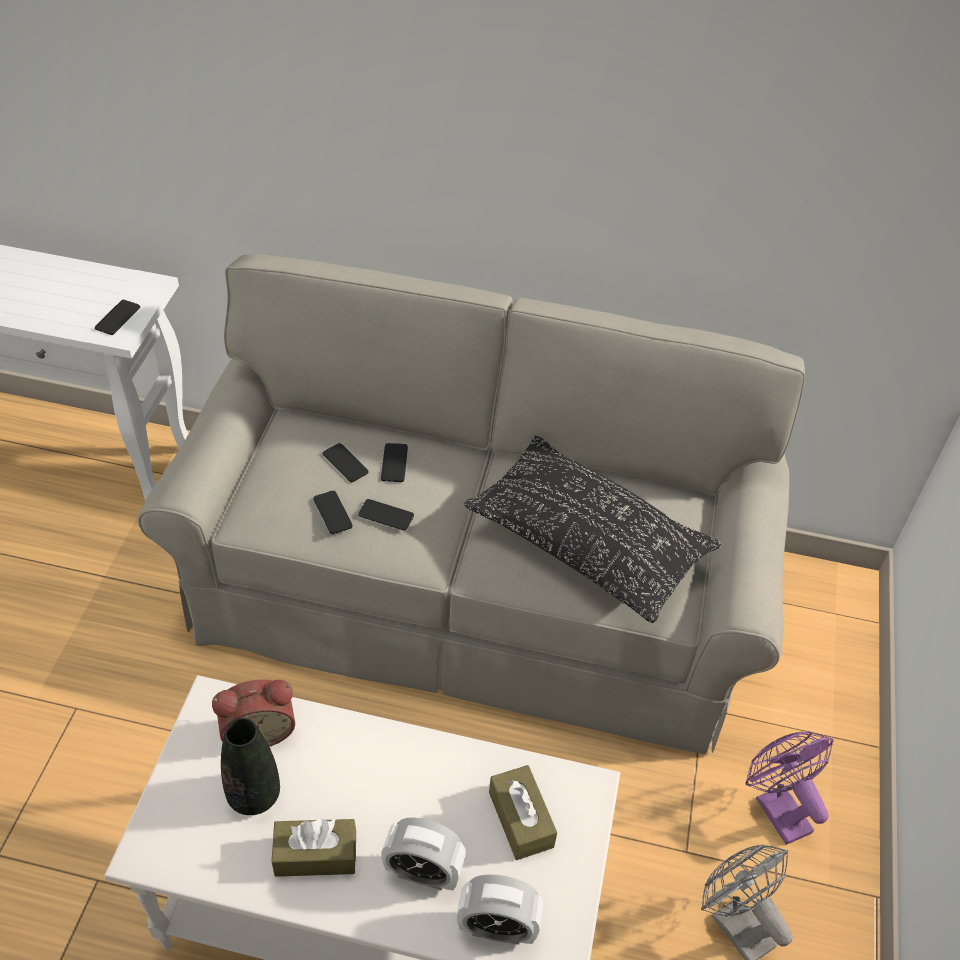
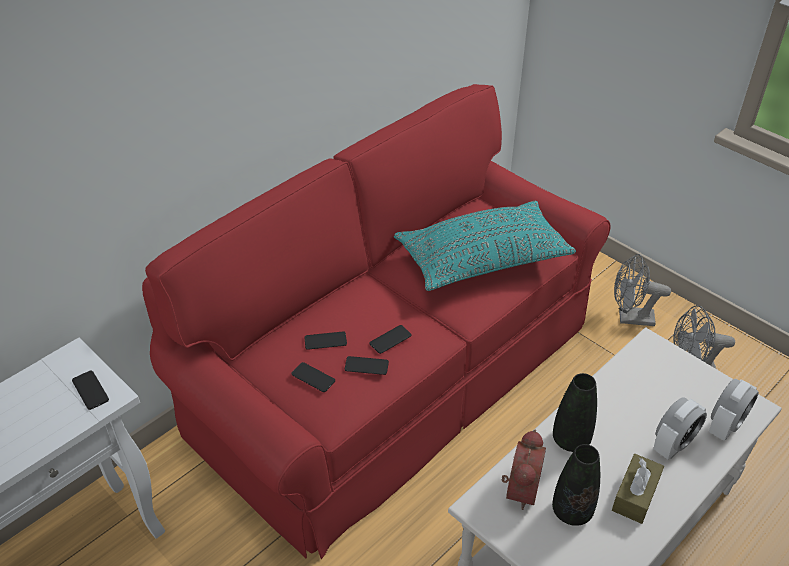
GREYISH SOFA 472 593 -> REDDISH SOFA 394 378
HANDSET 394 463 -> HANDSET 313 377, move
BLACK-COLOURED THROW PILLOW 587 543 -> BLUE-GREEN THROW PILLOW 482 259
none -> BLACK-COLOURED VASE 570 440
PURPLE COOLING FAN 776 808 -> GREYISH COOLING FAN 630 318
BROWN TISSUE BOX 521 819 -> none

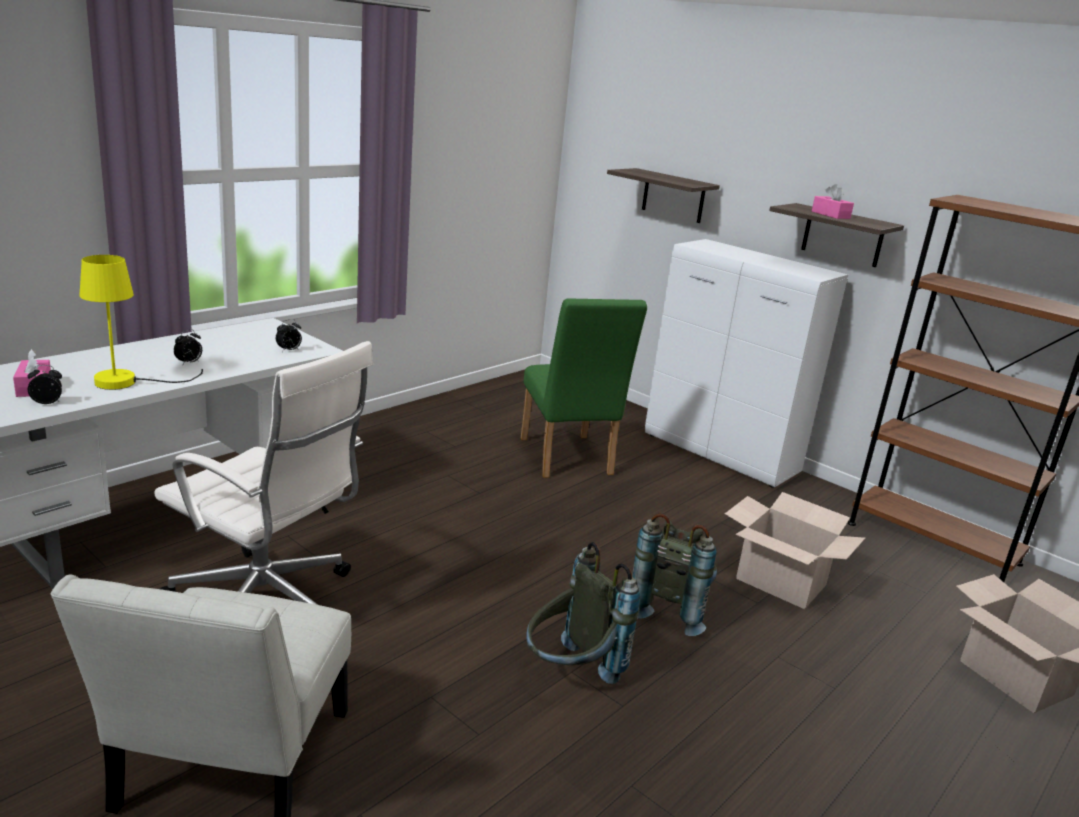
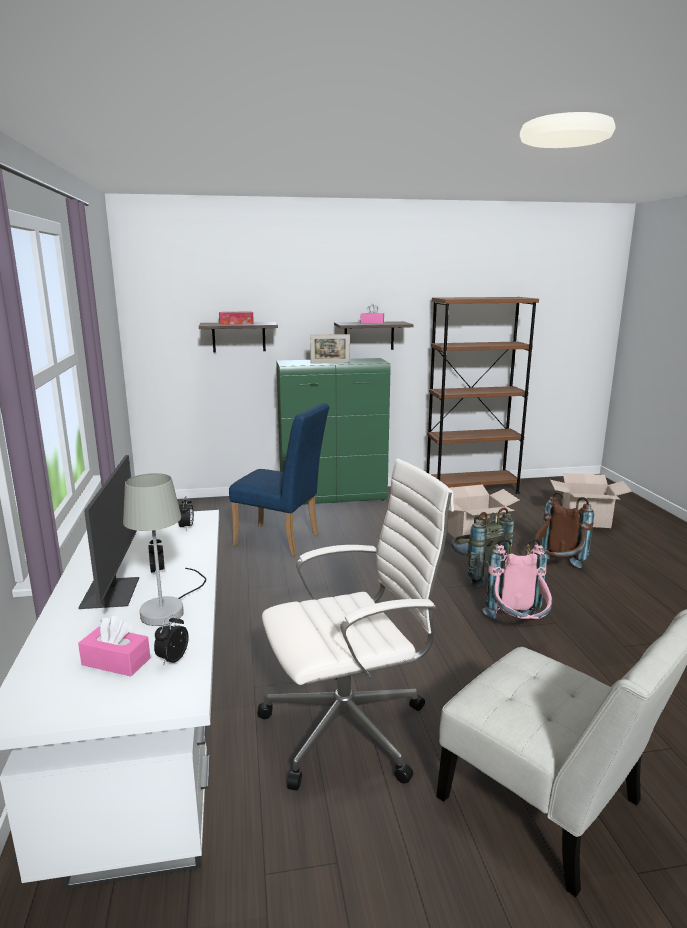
none -> COMPUTER SCREEN 112 592
YELLOW TABLE LAMP 128 382 -> GREYISH TABLE LAMP 169 607
none -> TISSUE BOX 236 323
GREENISH UPRIGHT CHAIR 567 460 -> BLUISH UPRIGHT CHAIR 282 541
WHITE-COLOURED CUPBOARD 721 455 -> GREENISH CUPBOARD 334 498
none -> PHOTO FRAME 330 363
GREYISH RUCKSACK 570 674 -> PINKISH RUCKSACK 517 628
none -> BROWN RUCKSACK 557 568

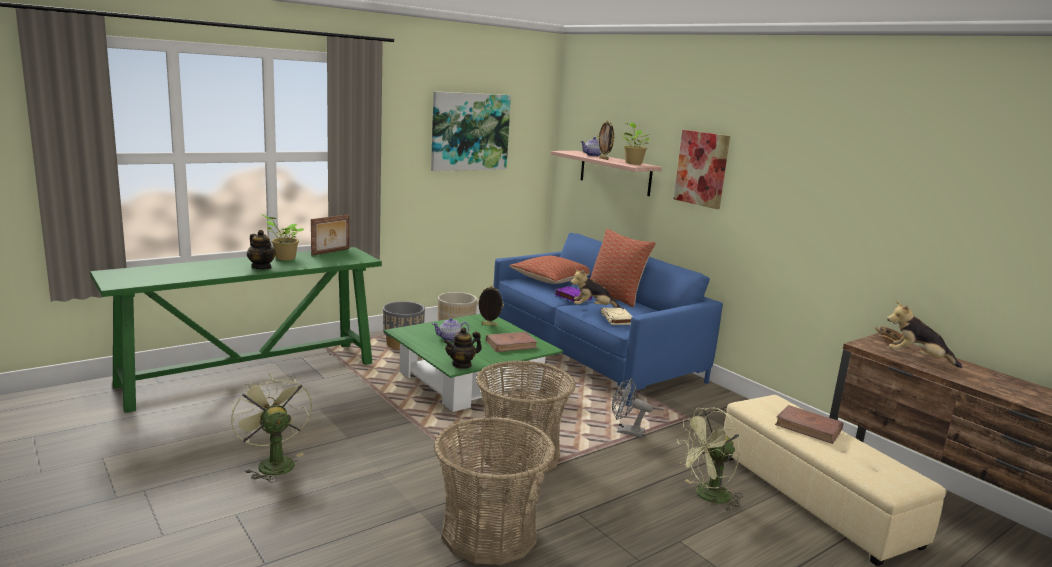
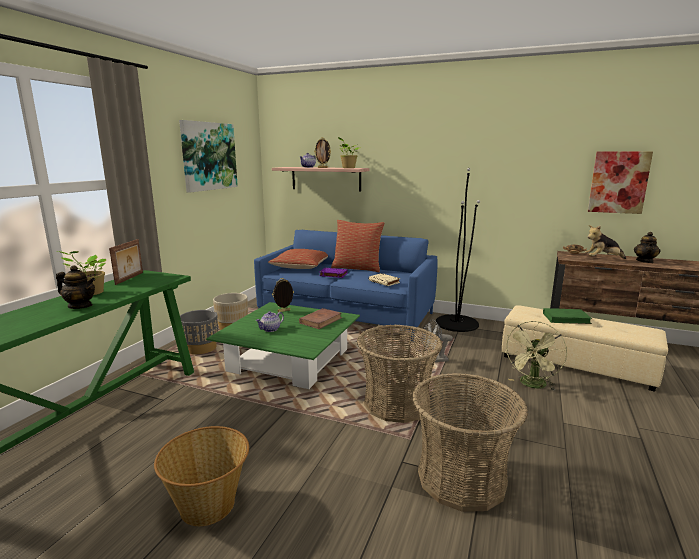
GREENISH COOLING FAN 272 463 -> HOUSEHOLD BASKET 208 505
none -> BLACK-COLOURED STANDING LAMP 457 323
BROWN BOOK 809 427 -> GREENISH BOOK 566 318
WALL PICTURE 702 168 -> WALL PICTURE 618 182, move
TEA POT 462 364 -> TEA POT 645 261, move
SOFT TOY 592 308 -> none

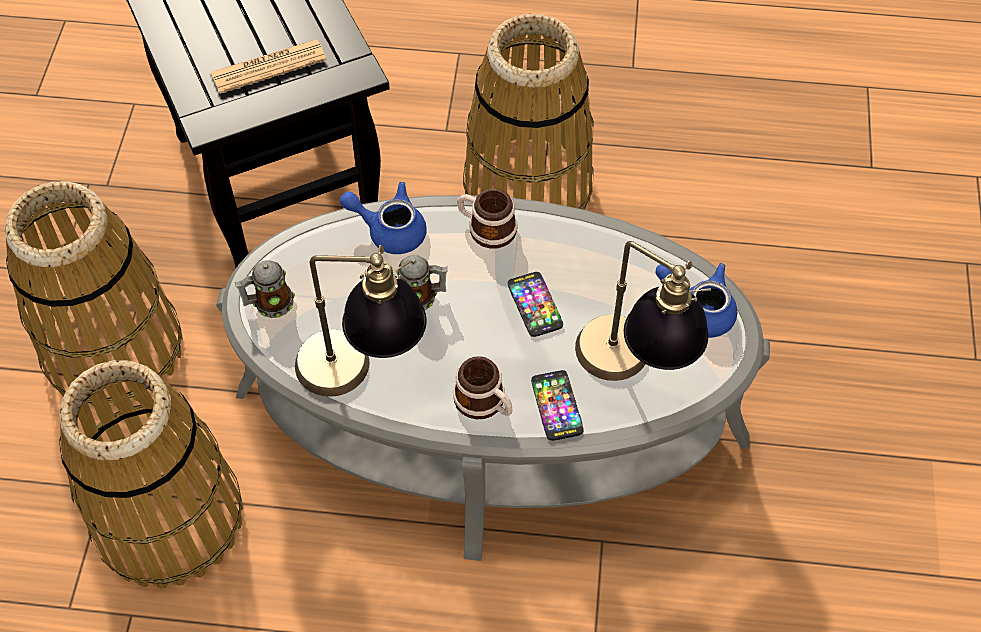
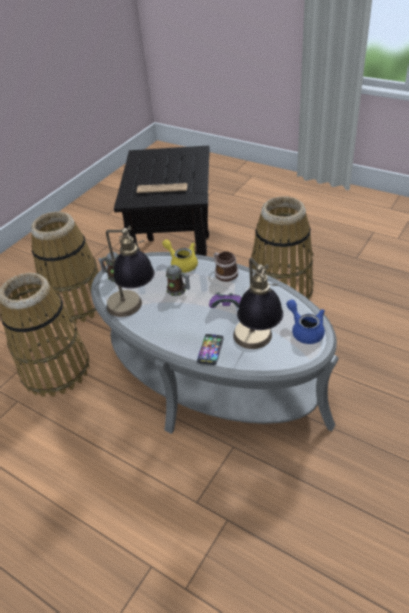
BLUISH TEA POT 389 230 -> YELLOW TEA POT 182 263
HANDSET 535 305 -> PURPLE GAMEPAD 227 307
MUG 485 403 -> none

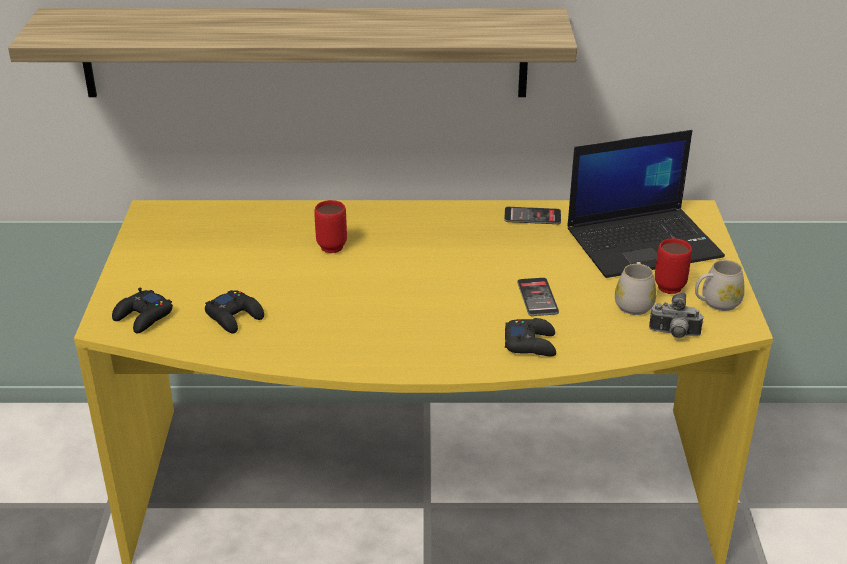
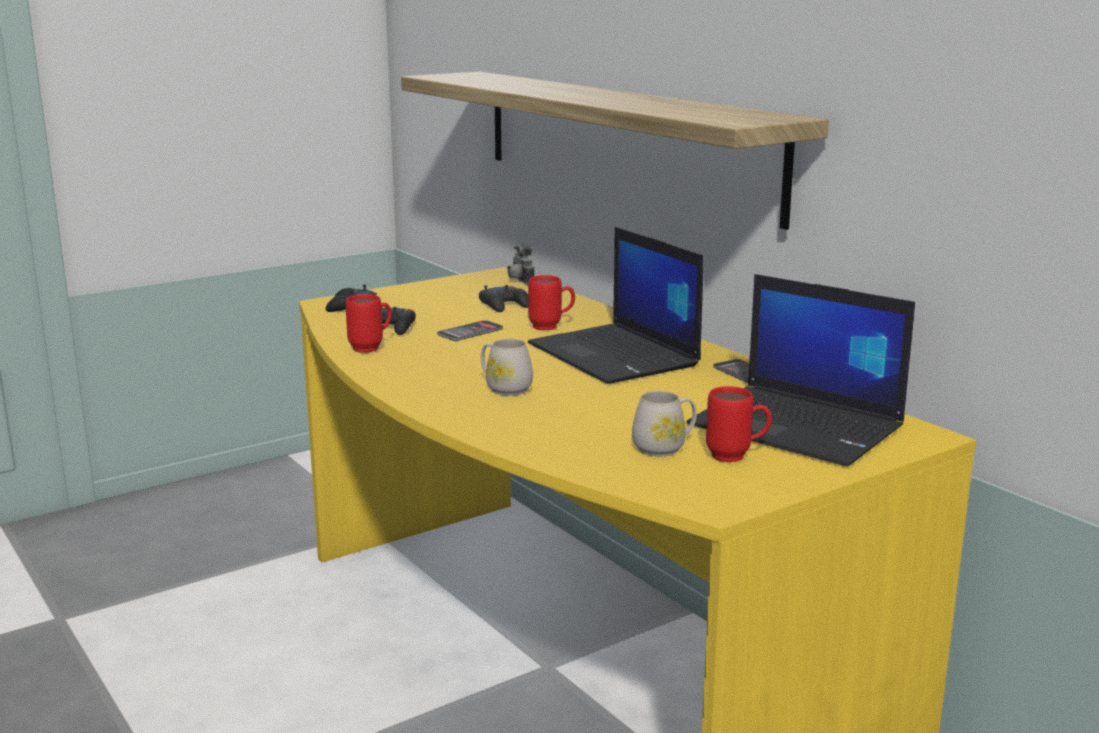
none -> REDDISH MUG 372 348
HANDSET 537 297 -> HANDSET 470 331, move
BLACK-COLOURED GAMEPAD 531 343 -> BLACK-COLOURED GAMEPAD 504 305, move
WHITE-COLOURED MUG 716 303 -> WHITE-COLOURED MUG 504 388, move
STILL CAMERA 674 334 -> STILL CAMERA 519 281, move
none -> NOTEBOOK COMPUTER 615 355

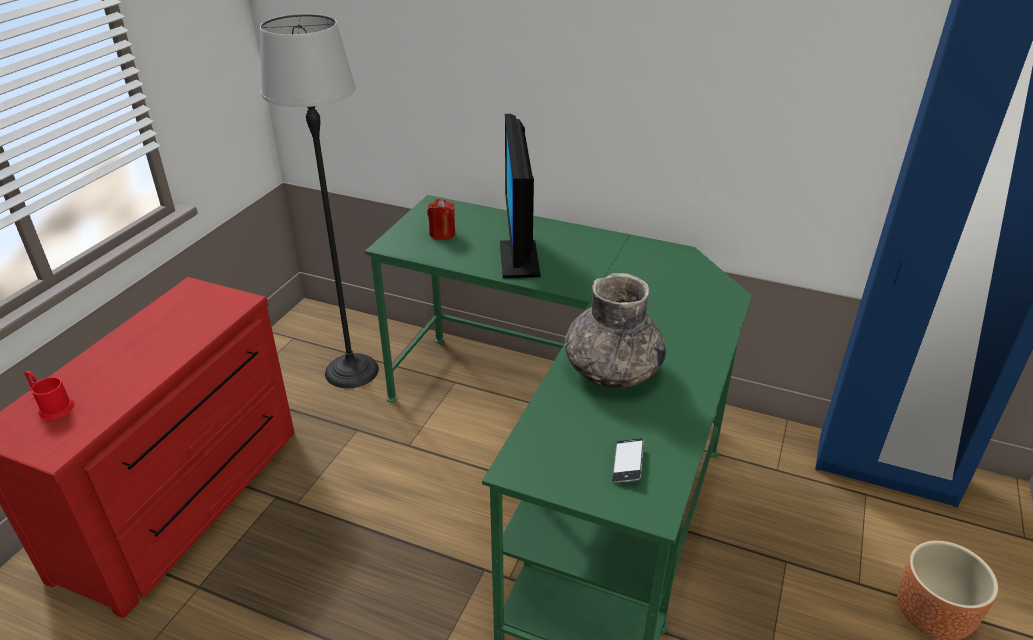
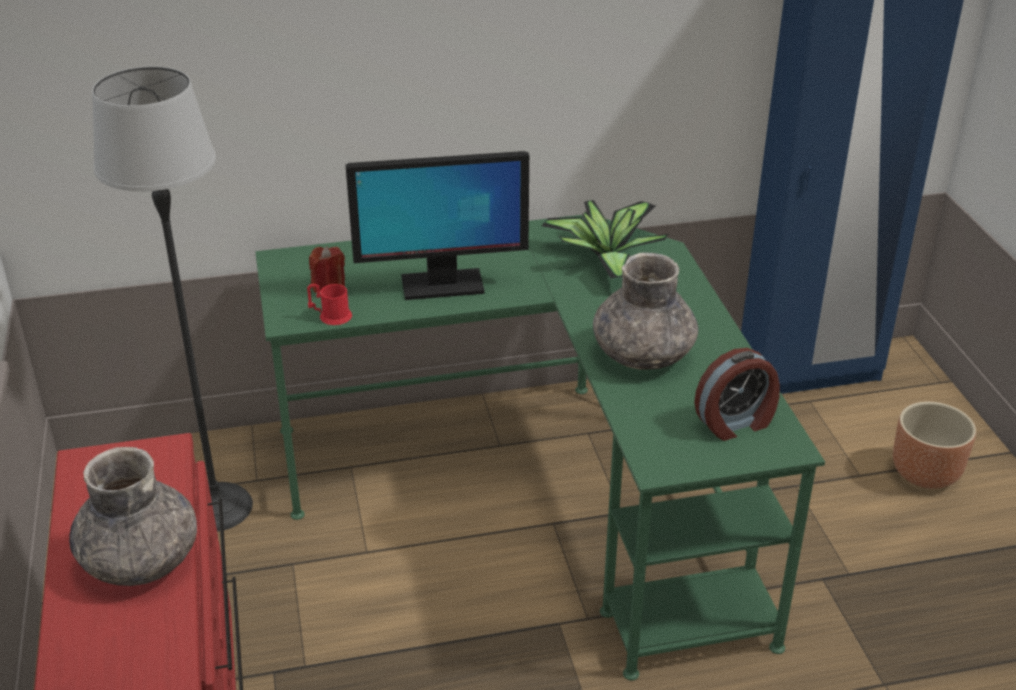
none -> GREYISH VASE 141 559
REDDISH MUG 52 407 -> REDDISH MUG 330 316, move
COMPUTER SCREEN 519 259 -> COMPUTER SCREEN 441 285, 60 degrees counterclockwise
none -> PLANT IN A POT 606 257
HANDSET 627 464 -> BEDSIDE CLOCK 735 423

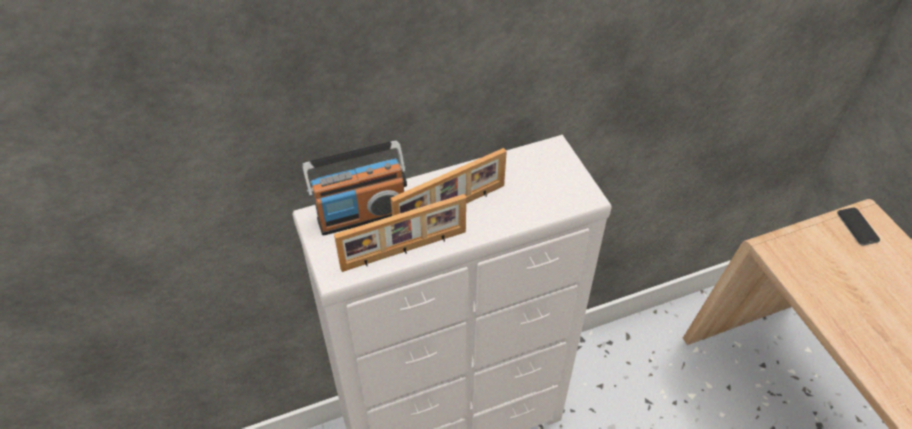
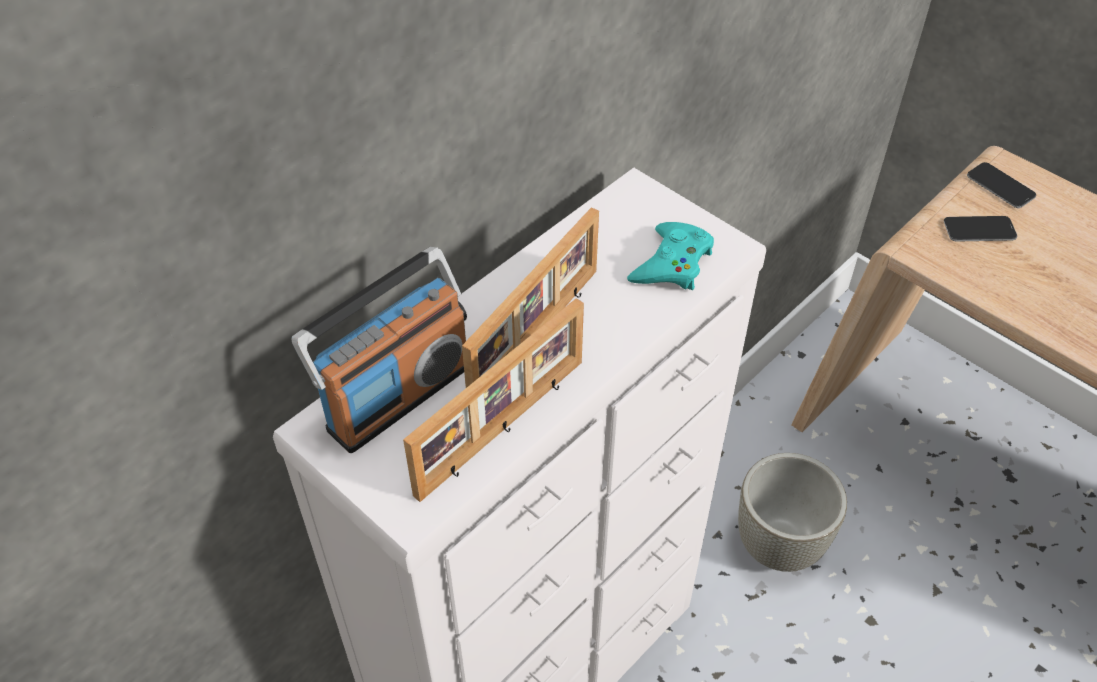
none -> BLUE-GREEN GAMEPAD 672 264
none -> GREYISH FLOWER POT 779 545
none -> HANDSET 979 230

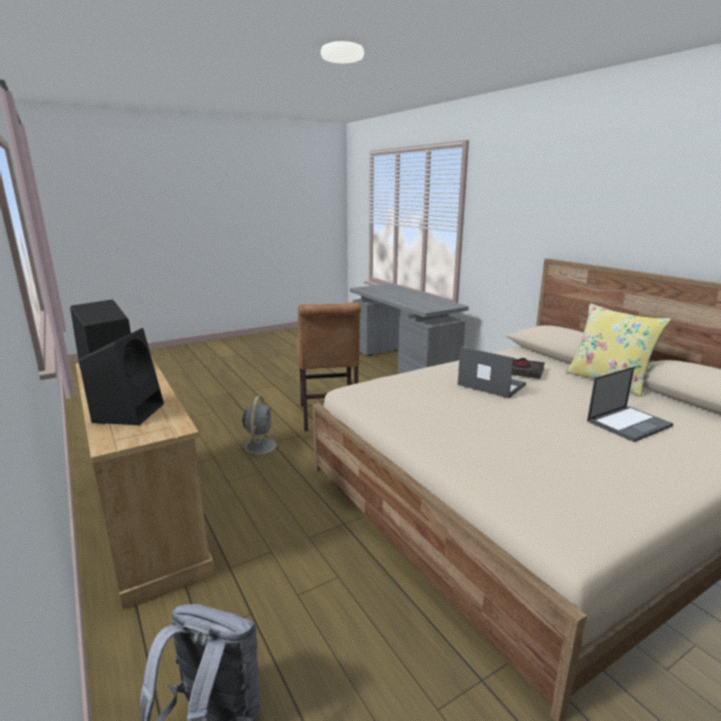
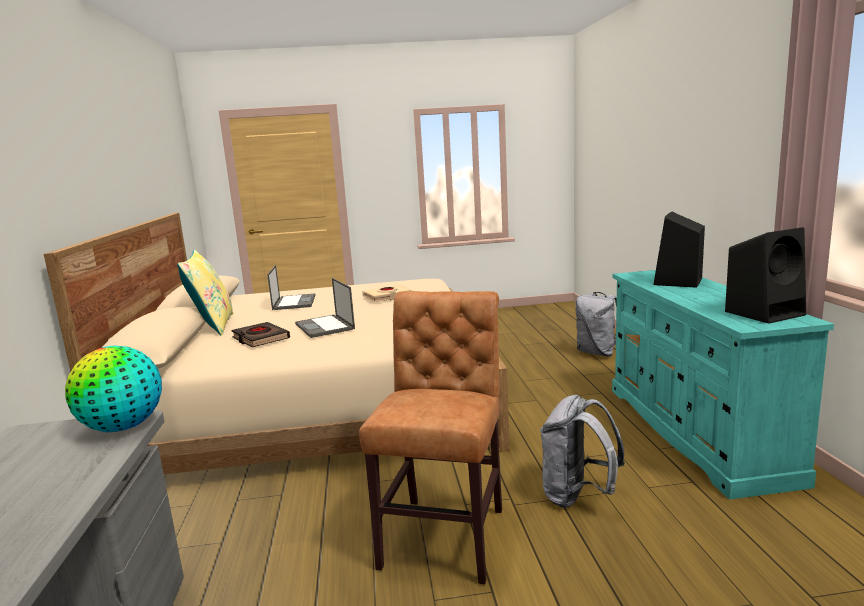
none -> GLOBE 123 427
NOTEBOOK COMPUTER 629 423 -> NOTEBOOK COMPUTER 294 302, 90 degrees clockwise
none -> SAND-COLOURED BOOK 387 297
GREYISH COOLING FAN 260 445 -> GREYISH RUCKSACK 578 496
SAND-COLOURED DRESSER 147 517 -> BLUE-GREEN DRESSER 696 431

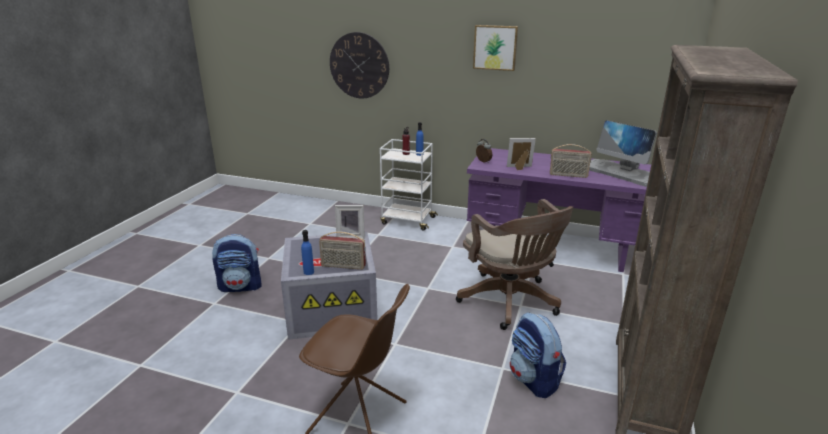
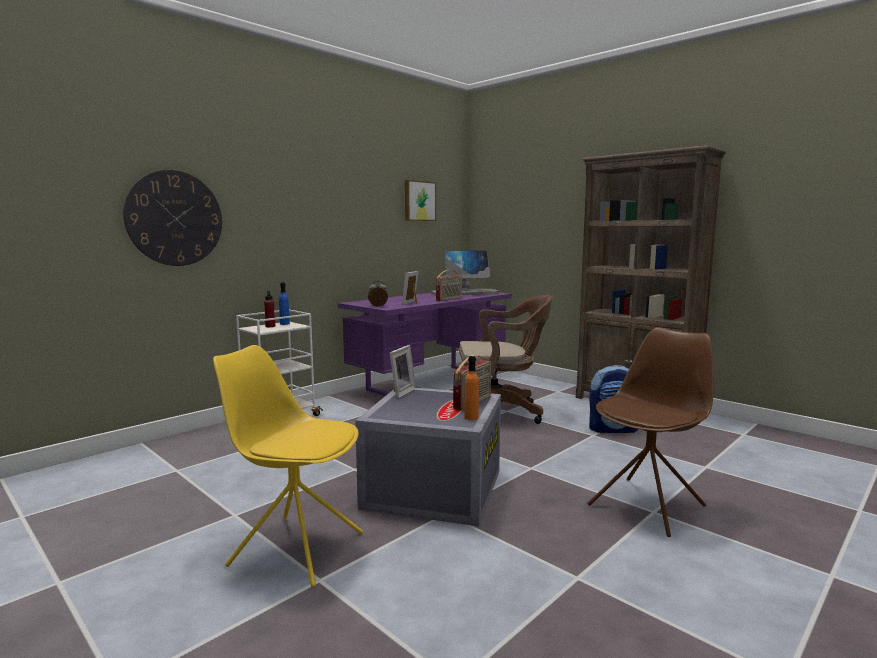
RUCKSACK 241 286 -> YELLOW UPRIGHT CHAIR 295 548
WALL PICTURE 495 47 -> WALL PICTURE 419 201, move
BLUISH BEVERAGE BOTTLE 308 272 -> ORANGE-COLOURED BEVERAGE BOTTLE 471 417

